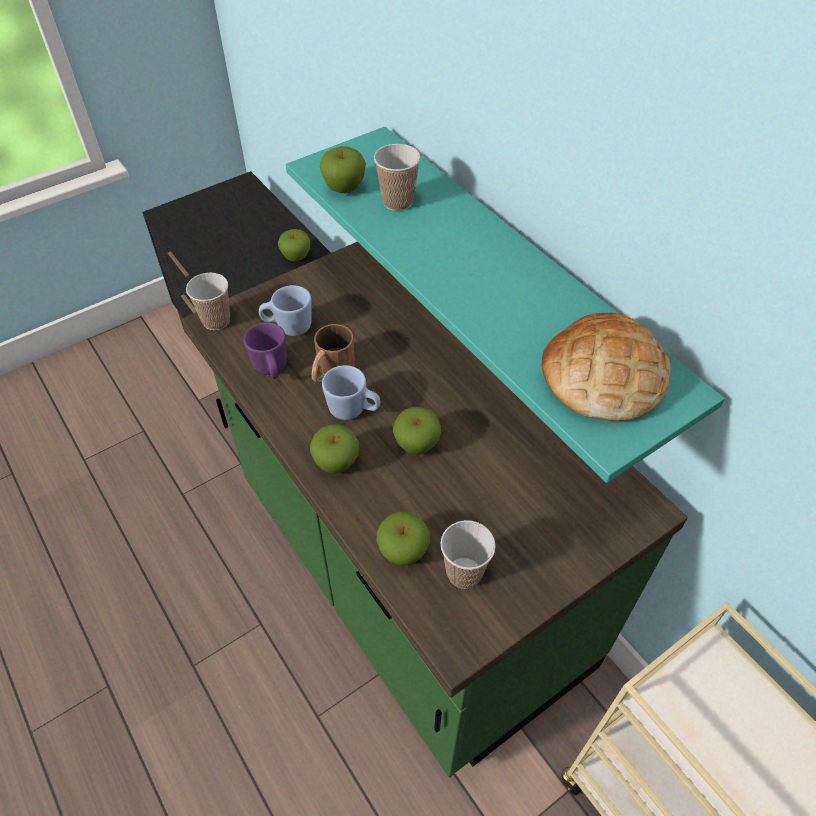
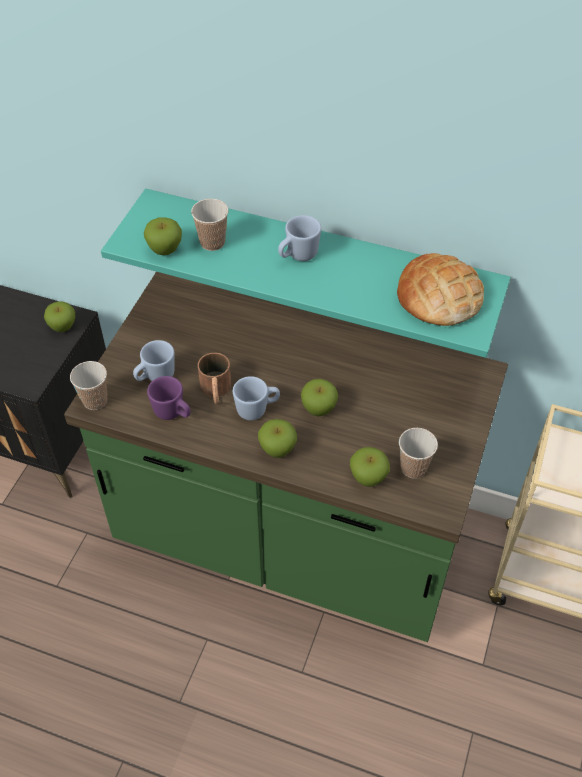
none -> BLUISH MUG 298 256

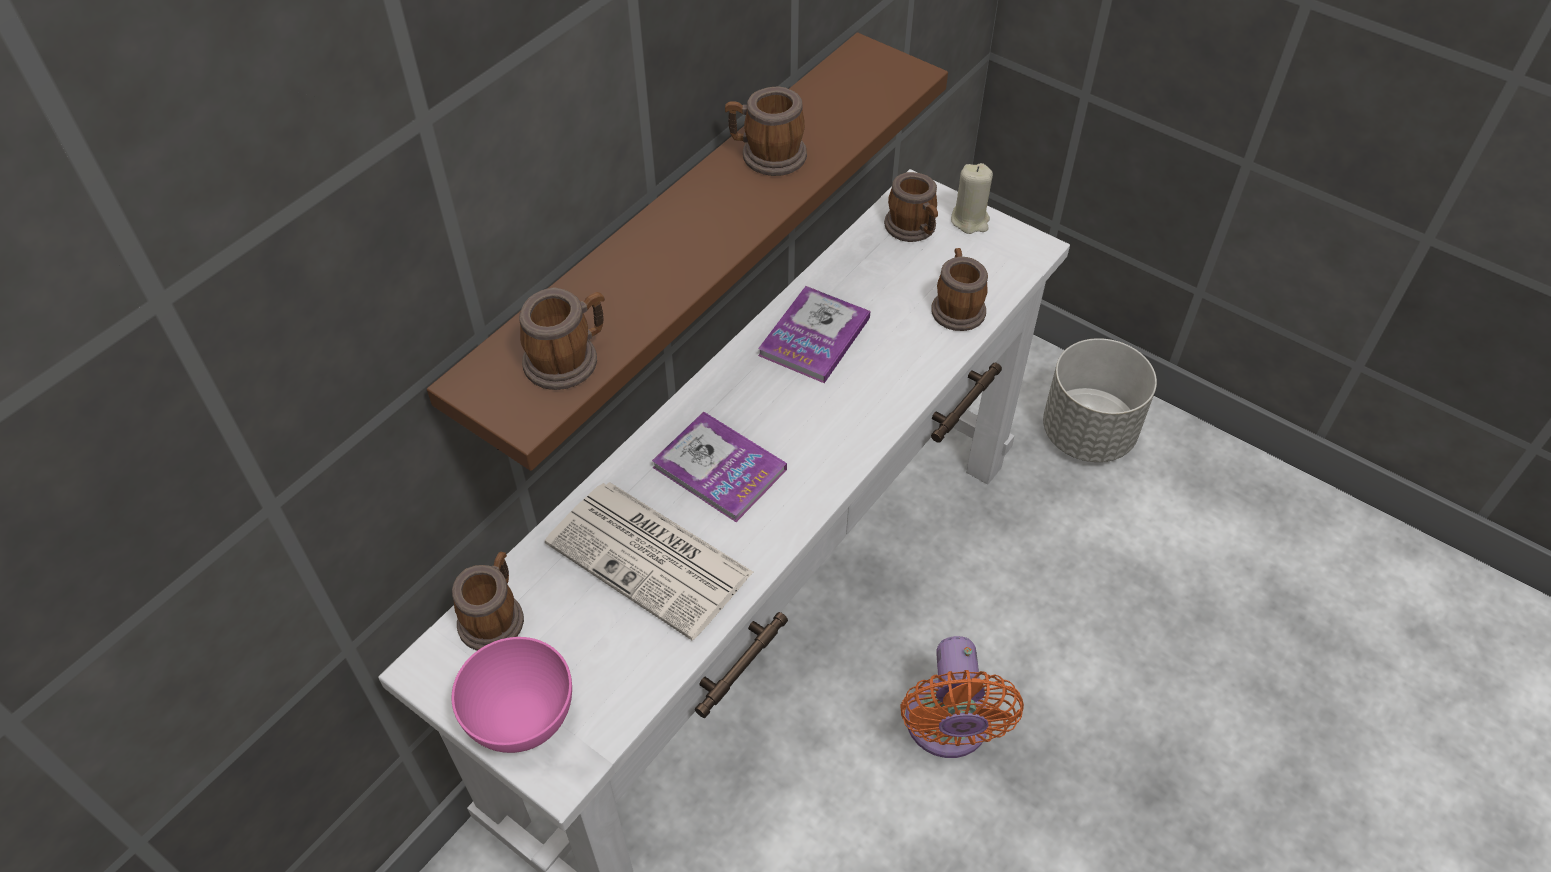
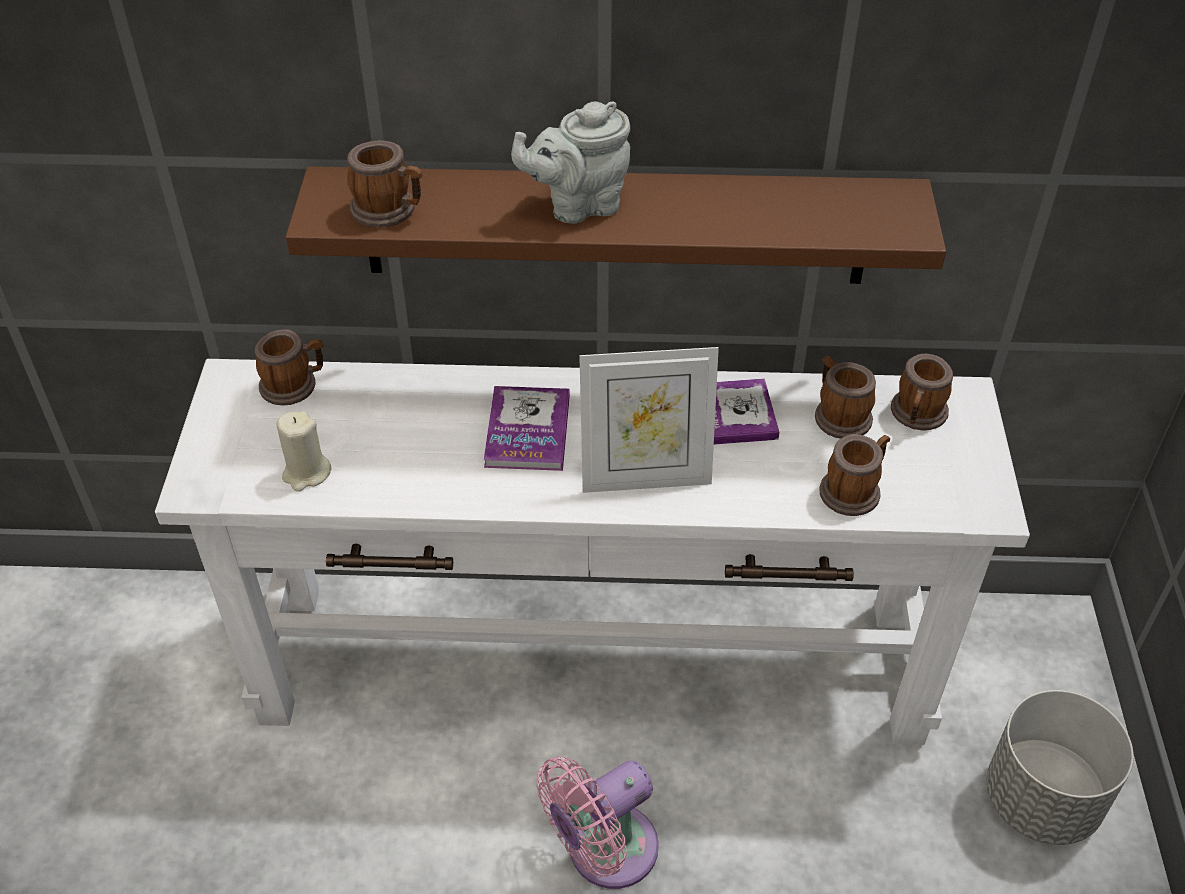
SAND-COLOURED WAX LIGHT 970 220 -> SAND-COLOURED WAX LIGHT 306 473, move
none -> GREYISH TEA POT 578 205
ORANGE-COLOURED COOLING FAN 947 729 -> PINKISH COOLING FAN 604 852
none -> PHOTO FRAME 645 478
MUG 766 155 -> MUG 838 415, move
PINKISH BOWL 521 718 -> none
DAILY PAPER 652 559 -> none

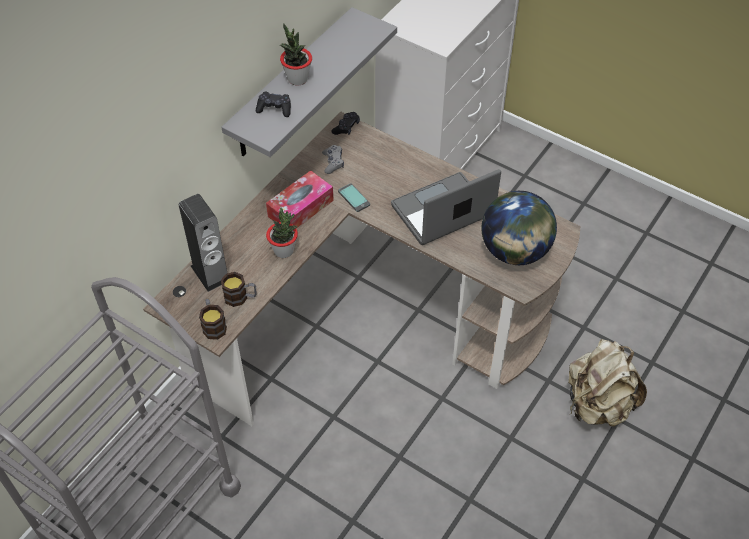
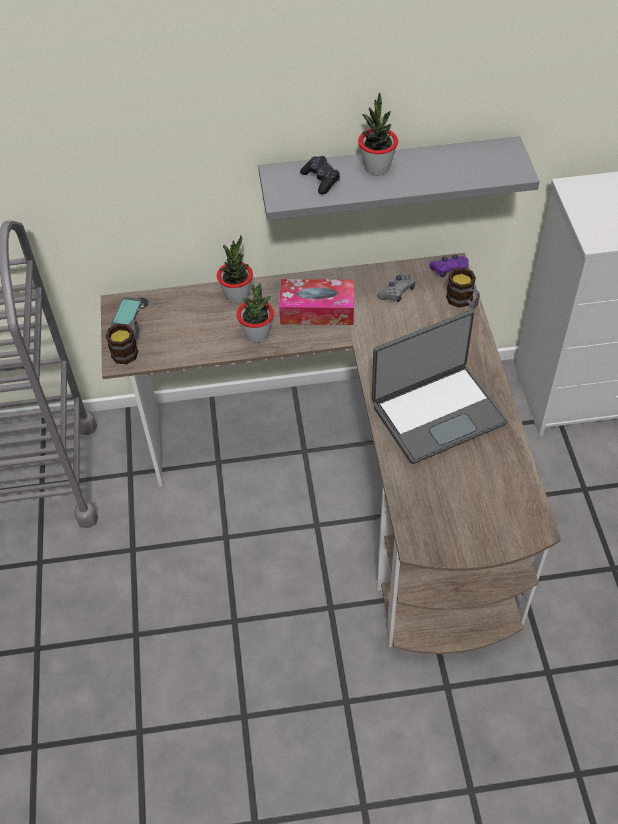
HANDSET 354 198 -> HANDSET 127 314, move
none -> PLANT IN A POT 237 295
NOTEBOOK COMPUTER 443 212 -> NOTEBOOK COMPUTER 437 412, 135 degrees clockwise
BLACK-COLOURED GAMEPAD 346 127 -> PURPLE GAMEPAD 449 270
MUG 241 297 -> MUG 463 301, move
AUDIO SPEAKER 210 273 -> none
GLOBE 514 251 -> none
SAND-COLOURED RUCKSACK 597 404 -> none

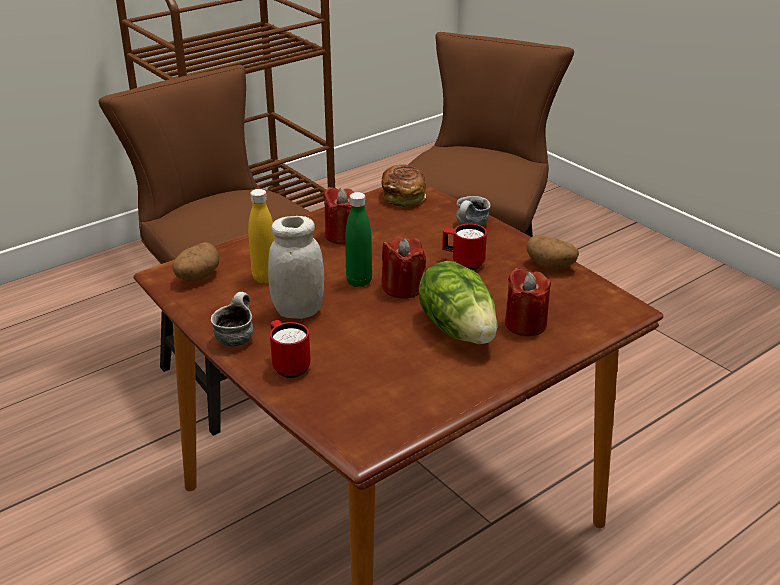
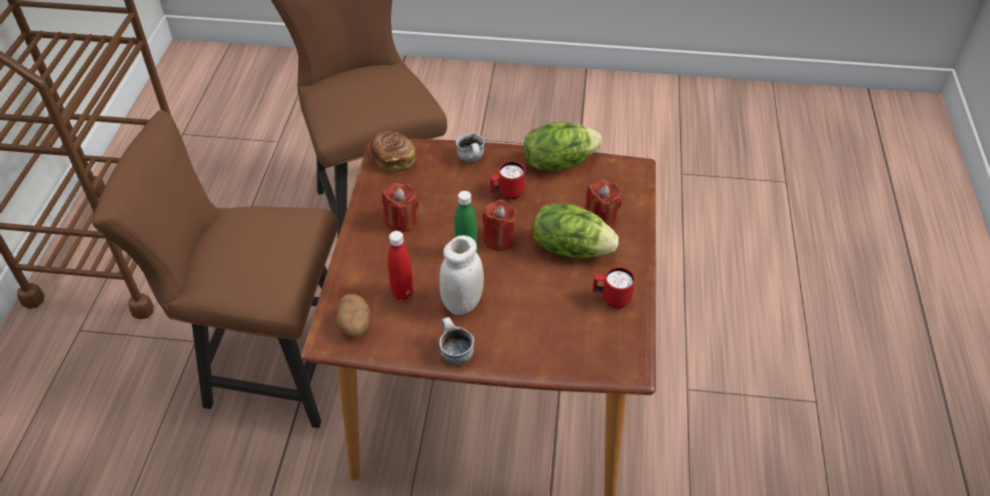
YELLOW BEVERAGE BOTTLE 265 278 -> REDDISH BEVERAGE BOTTLE 402 293
WHOLE POTATO 551 266 -> LETTUCE 558 162
REDDISH MUG 288 365 -> REDDISH MUG 611 299, move

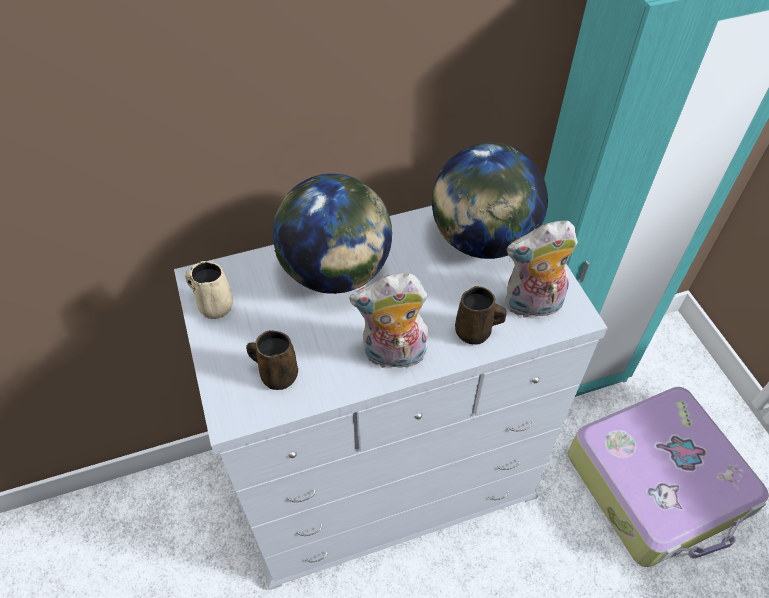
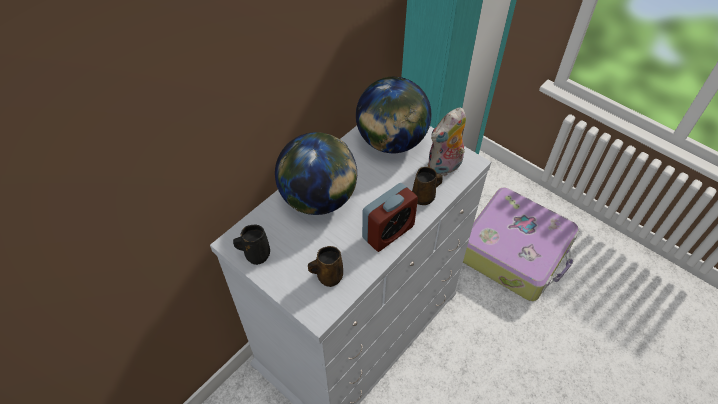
SAND-COLOURED MUG 214 305 -> BLACK-COLOURED MUG 256 255
SOFT TOY 393 355 -> BEDSIDE CLOCK 388 232

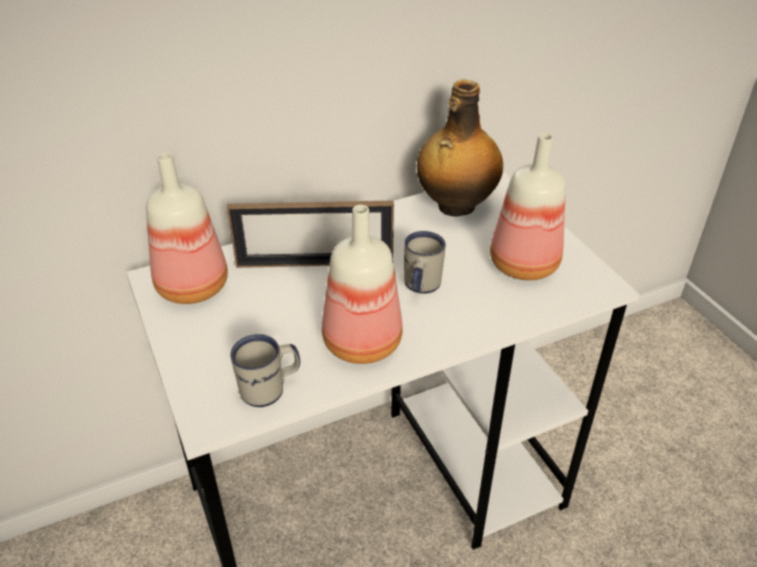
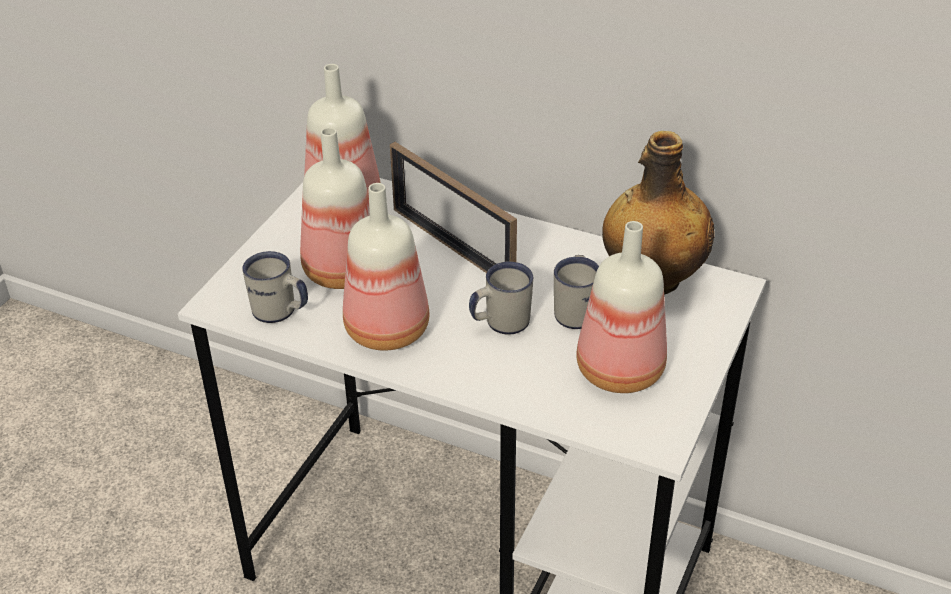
none -> BEVERAGE BOTTLE 342 269
none -> WHITE-COLOURED MUG 577 310

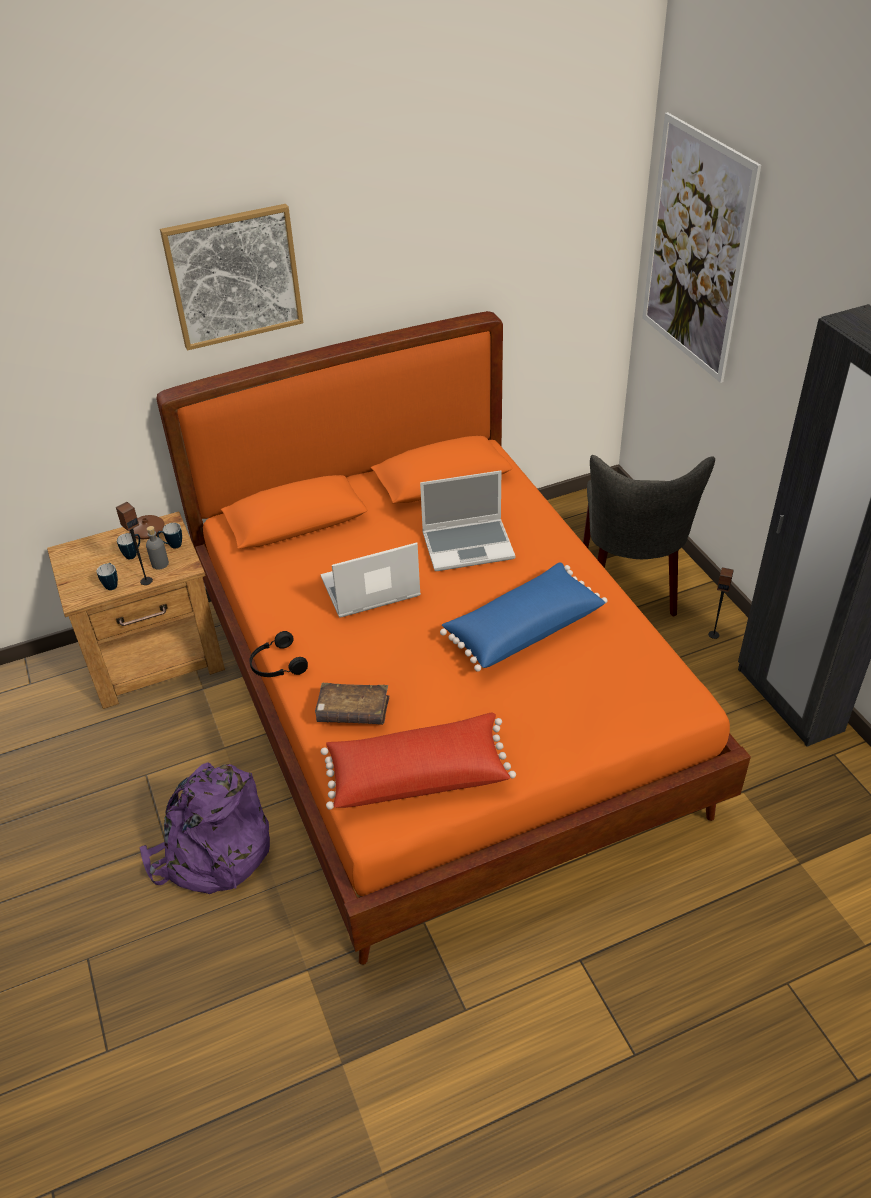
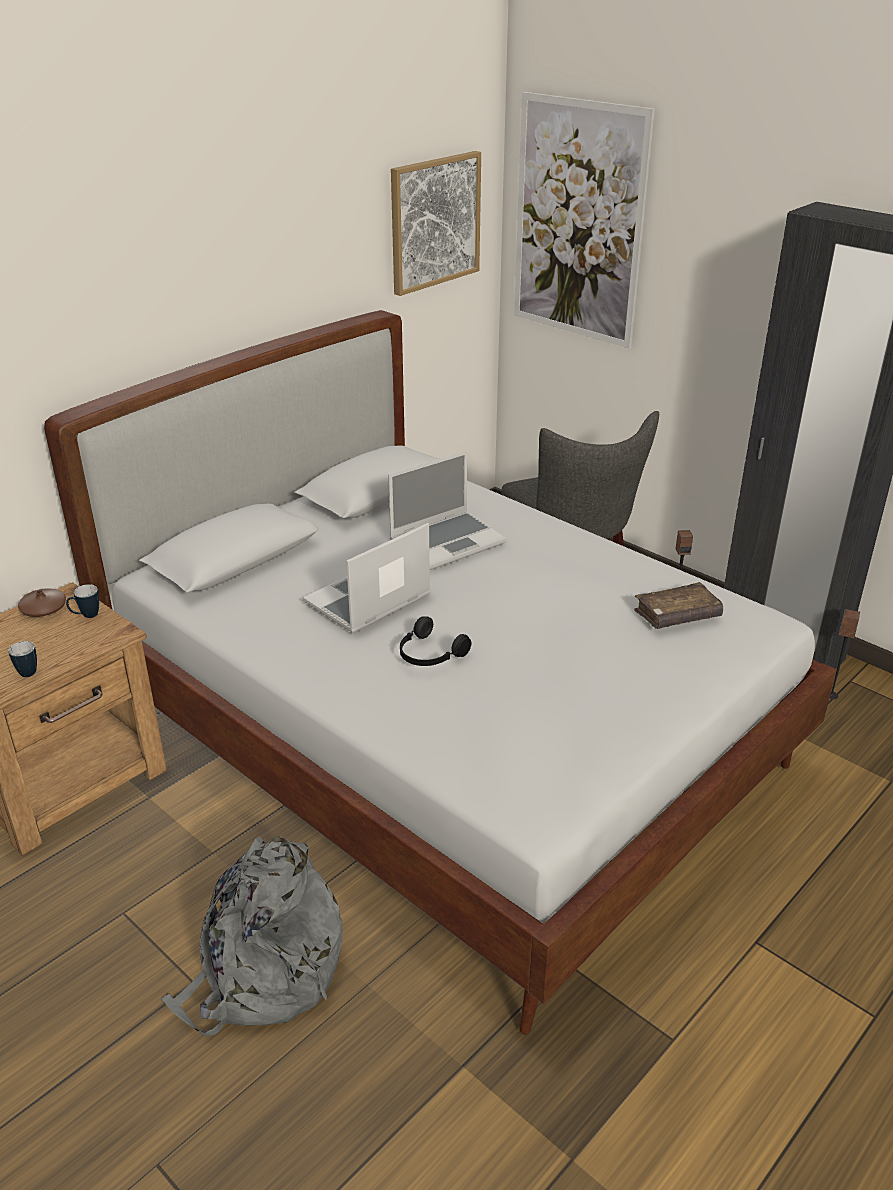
ORANGE-COLOURED BED 441 706 -> WHITE-COLOURED BED 447 740
PURPLE RUCKSACK 212 852 -> GREYISH RUCKSACK 263 973
WALL PICTURE 234 276 -> WALL PICTURE 434 222, move
BLACK-COLOURED HEADSET 277 664 -> BLACK-COLOURED HEADSET 429 654, move
BROWN BOOK 353 711 -> BROWN BOOK 677 616, move
AUDIO SPEAKER 146 581 -> AUDIO SPEAKER 831 695, move
MUG 133 554 -> none
GREYISH BEVERAGE BOTTLE 160 564 -> none
REDDISH THROW PILLOW 417 774 -> none
BLUISH THROW PILLOW 522 629 -> none

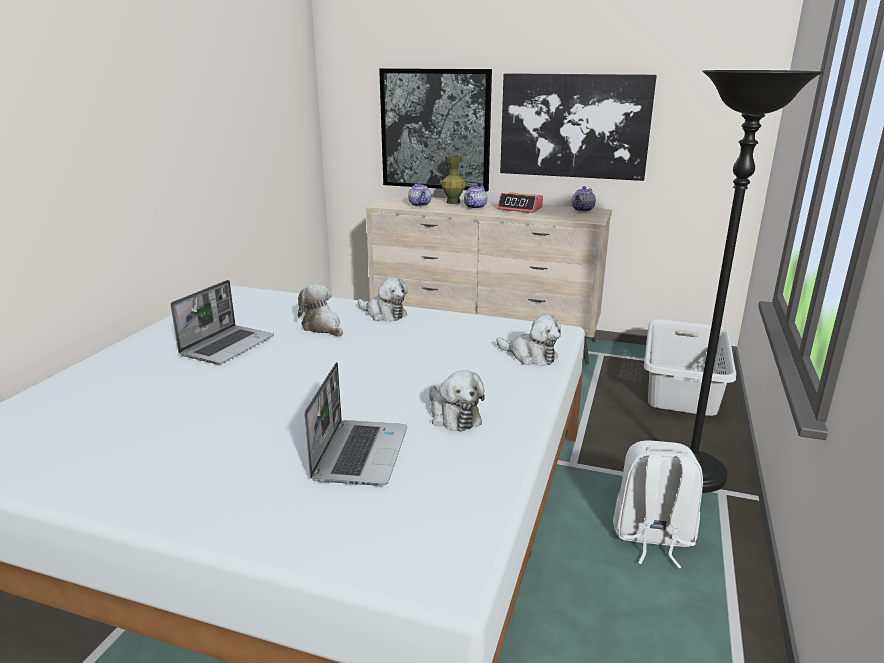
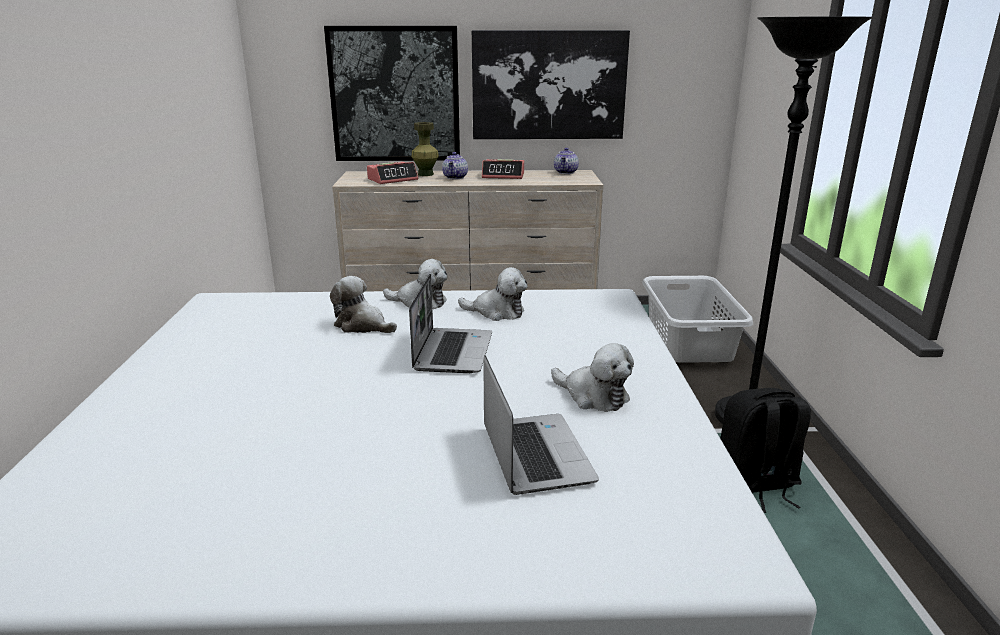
TEA POT 420 205 -> BEDSIDE CLOCK 393 179
NOTEBOOK COMPUTER 228 346 -> NOTEBOOK COMPUTER 452 352, move
SOFT TOY 530 356 -> SOFT TOY 497 312, move
WHITE-COLOURED RUCKSACK 652 537 -> BLACK-COLOURED RUCKSACK 756 486

